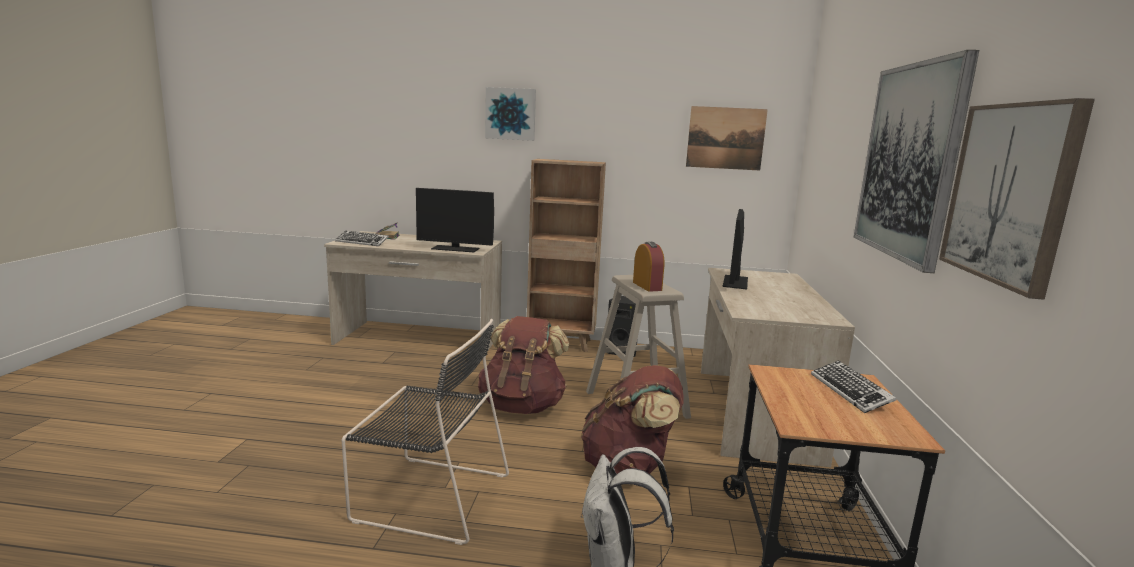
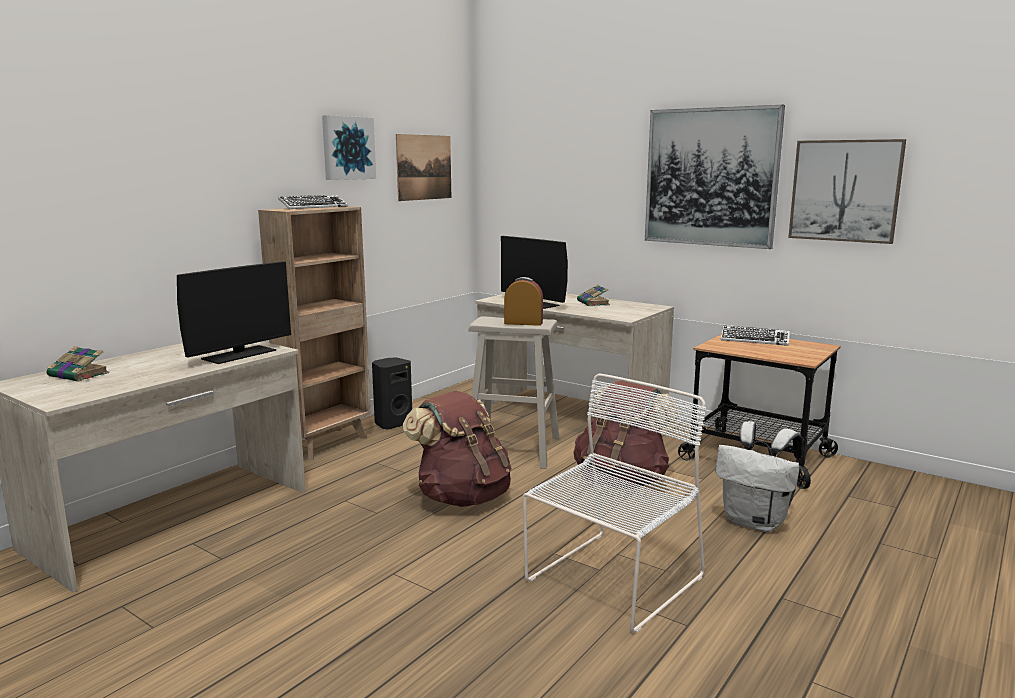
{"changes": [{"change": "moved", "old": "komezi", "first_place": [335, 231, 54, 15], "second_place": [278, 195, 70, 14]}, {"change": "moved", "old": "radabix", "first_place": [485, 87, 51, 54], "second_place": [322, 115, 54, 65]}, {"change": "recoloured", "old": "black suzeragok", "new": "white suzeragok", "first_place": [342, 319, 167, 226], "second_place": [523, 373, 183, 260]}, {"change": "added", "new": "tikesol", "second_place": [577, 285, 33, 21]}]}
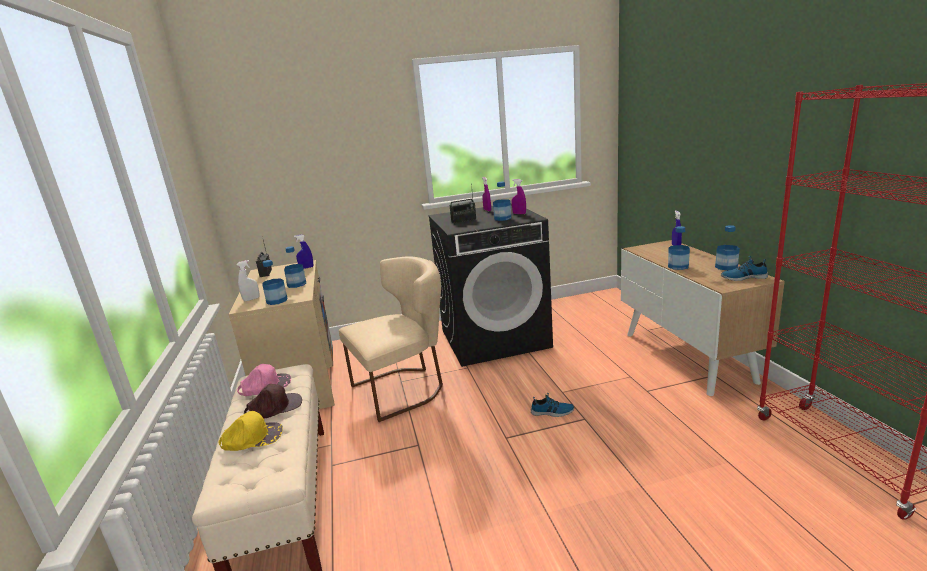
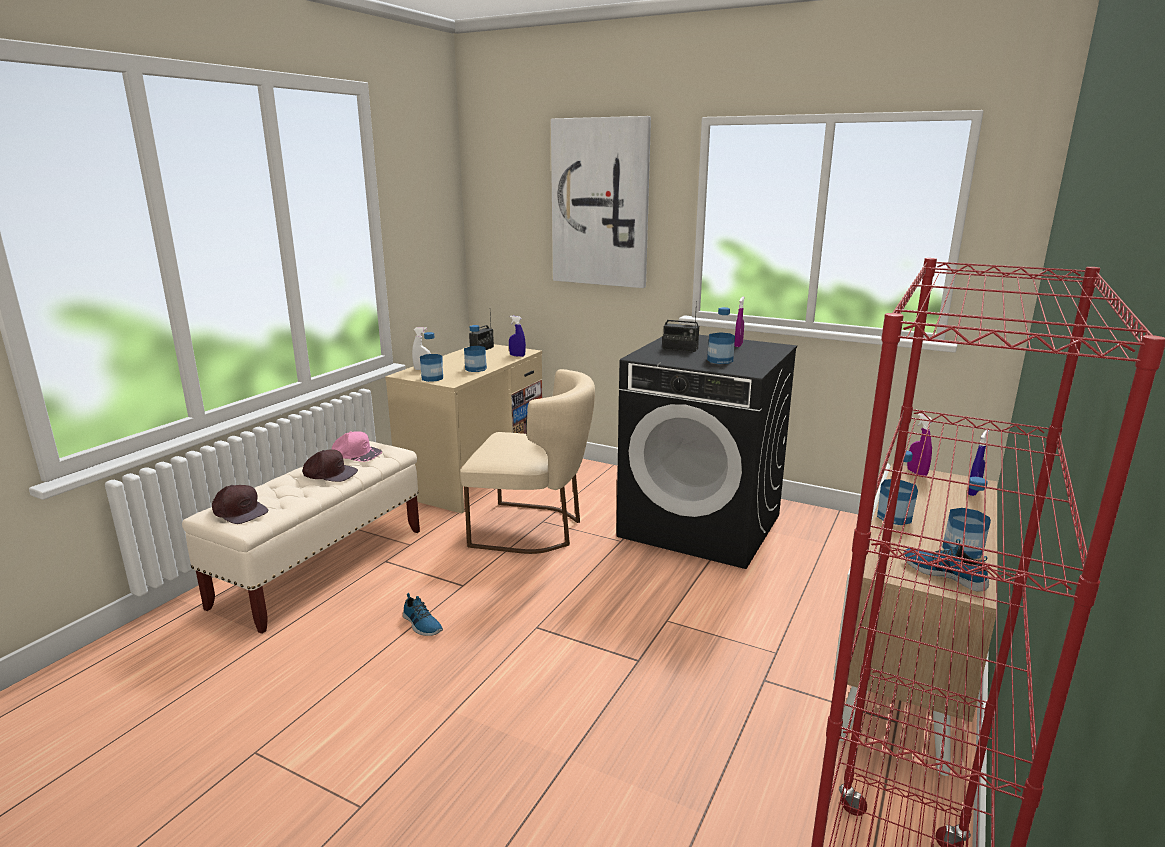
{"changes": [{"change": "added", "new": "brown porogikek", "second_place": [212, 485, 56, 39]}, {"change": "moved", "old": "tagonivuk", "first_place": [531, 393, 43, 24], "second_place": [403, 593, 40, 43]}, {"change": "added", "new": "radabix", "second_place": [551, 116, 100, 172]}, {"change": "moved", "old": "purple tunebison", "first_place": [511, 179, 15, 35], "second_place": [907, 413, 25, 63]}, {"change": "removed", "old": "yellow porogikek", "first_place": [218, 411, 65, 40]}]}
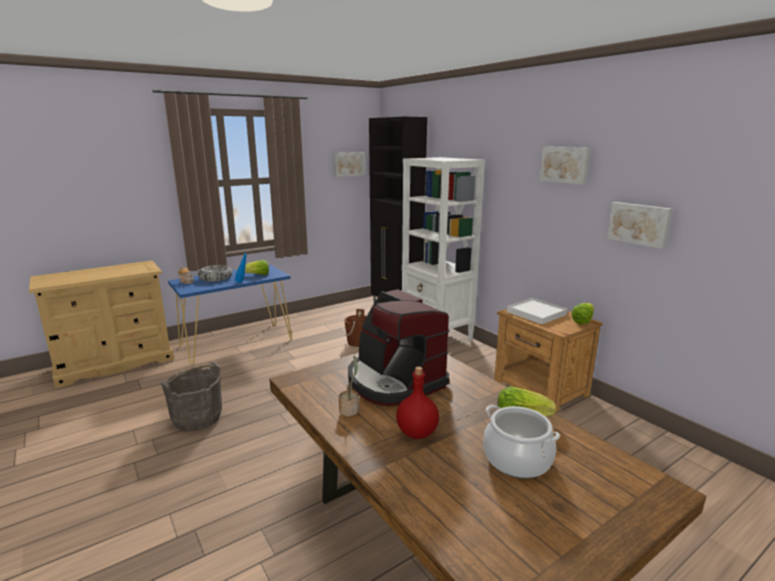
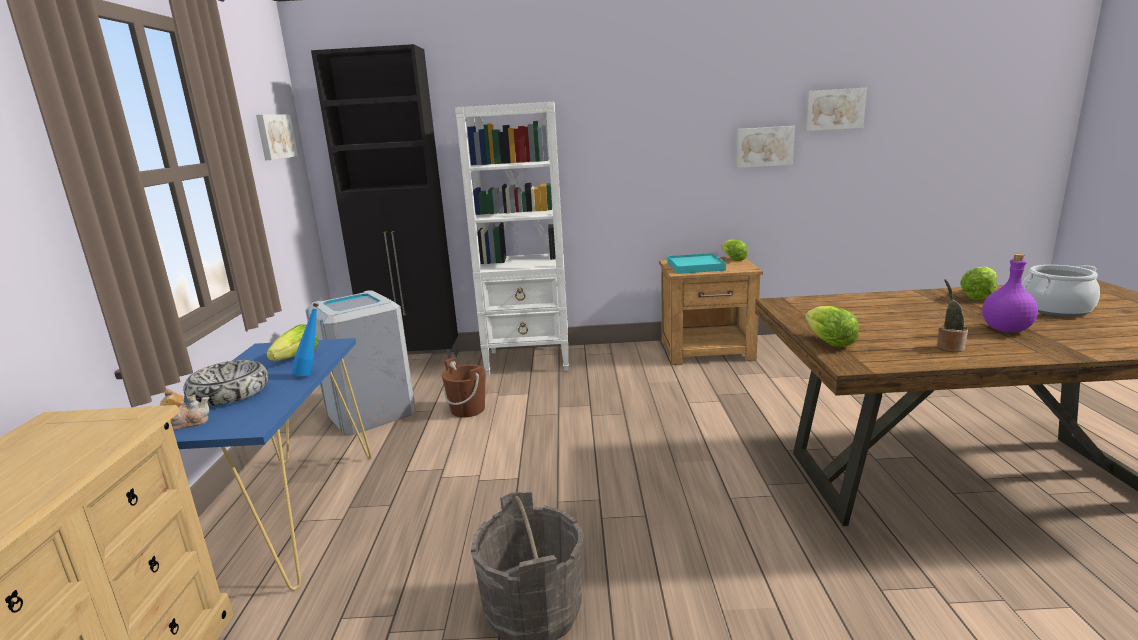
{"changes": [{"change": "added", "new": "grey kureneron", "second_place": [305, 290, 111, 145]}, {"change": "recoloured", "old": "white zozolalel", "new": "turquoise zozolalel", "first_place": [507, 298, 61, 26], "second_place": [667, 253, 59, 21]}, {"change": "moved", "old": "radabix", "first_place": [539, 147, 51, 38], "second_place": [805, 88, 62, 43]}, {"change": "added", "new": "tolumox", "second_place": [805, 306, 54, 41]}, {"change": "recoloured", "old": "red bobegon", "new": "purple bobegon", "first_place": [396, 367, 43, 72], "second_place": [982, 254, 56, 79]}, {"change": "removed", "old": "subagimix", "first_place": [348, 289, 101, 117]}]}
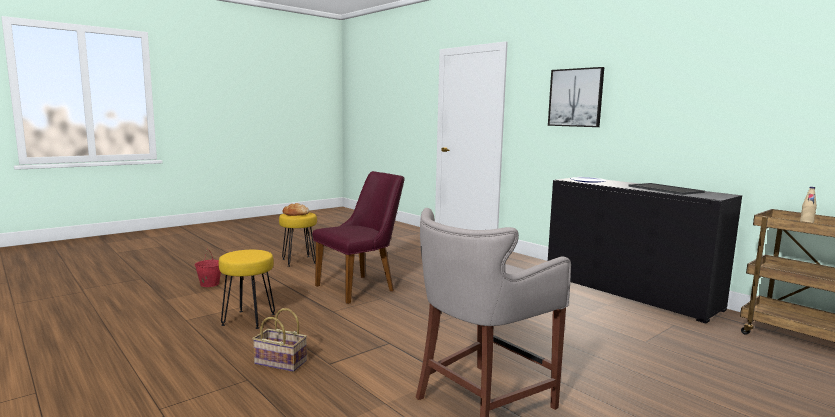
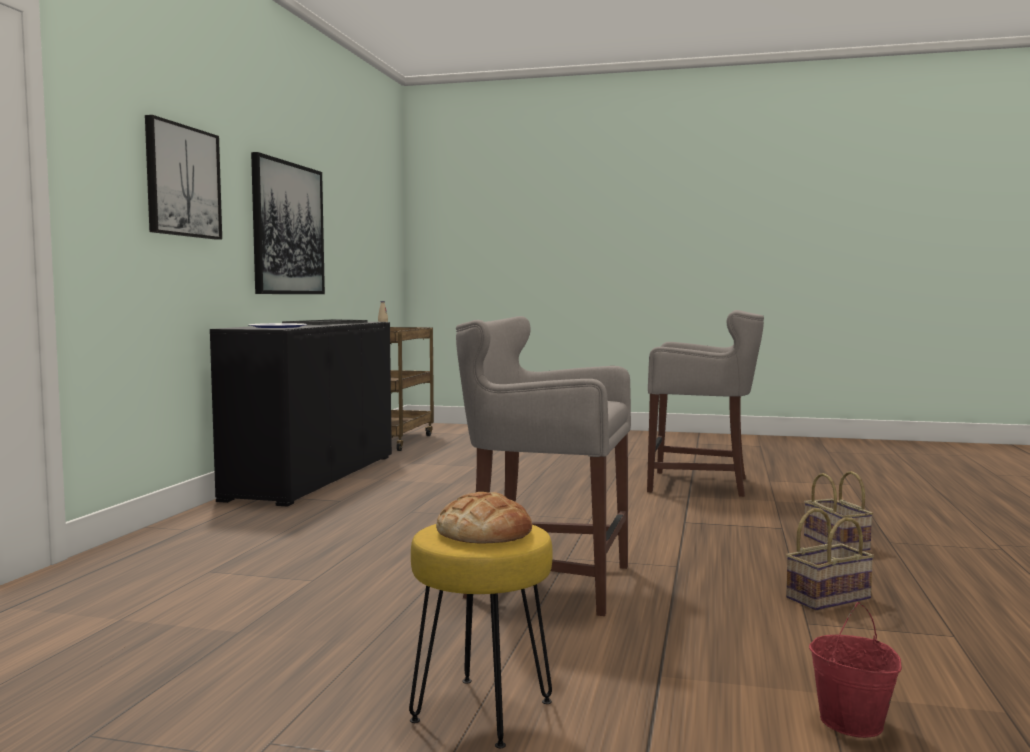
{"changes": [{"change": "added", "new": "radabix", "second_place": [251, 152, 74, 142]}, {"change": "replaced", "old": "purple suzeragok", "new": "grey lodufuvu", "first_place": [312, 171, 93, 133], "second_place": [456, 316, 175, 300]}, {"change": "replaced", "old": "yellow lodufuvu", "new": "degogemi", "first_place": [219, 250, 56, 79], "second_place": [786, 508, 88, 103]}]}
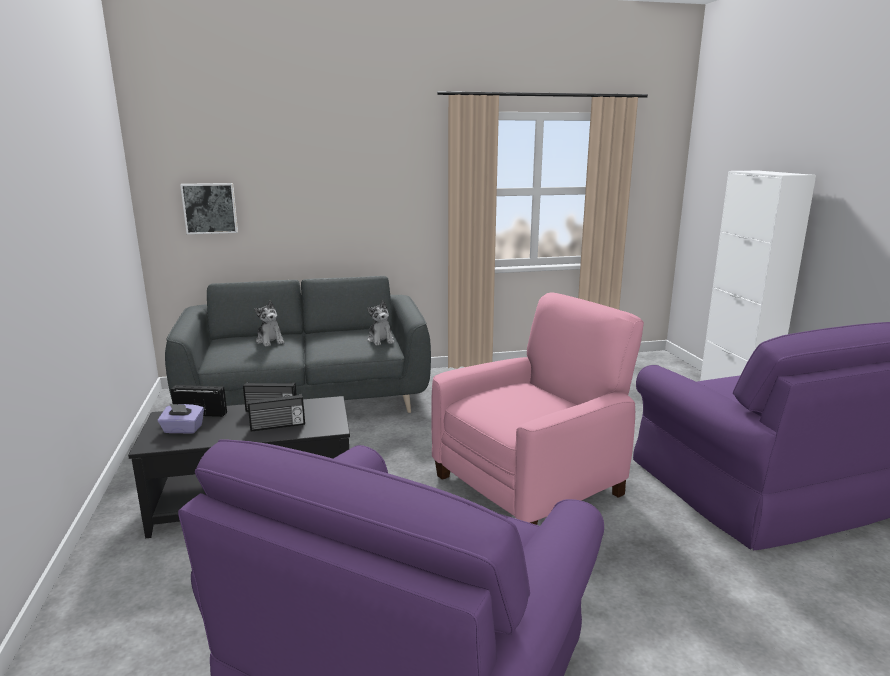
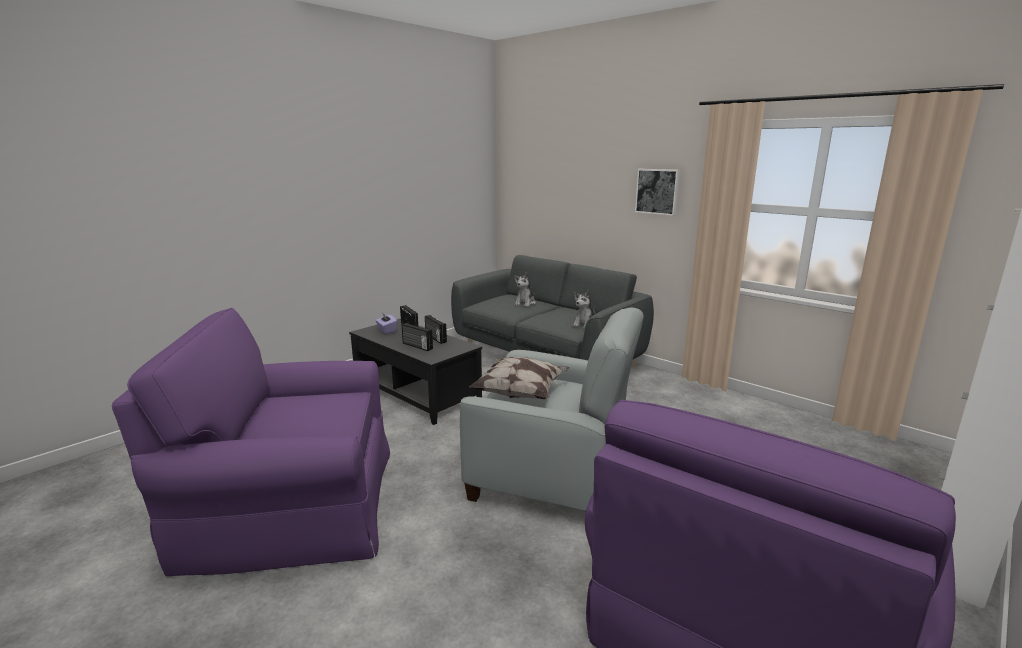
{"changes": [{"change": "recoloured", "old": "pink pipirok", "new": "grey pipirok", "first_place": [432, 293, 212, 232], "second_place": [460, 307, 184, 204]}, {"change": "added", "new": "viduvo", "second_place": [470, 357, 99, 42]}, {"change": "moved", "old": "radabix", "first_place": [180, 183, 58, 51], "second_place": [635, 169, 45, 47]}]}
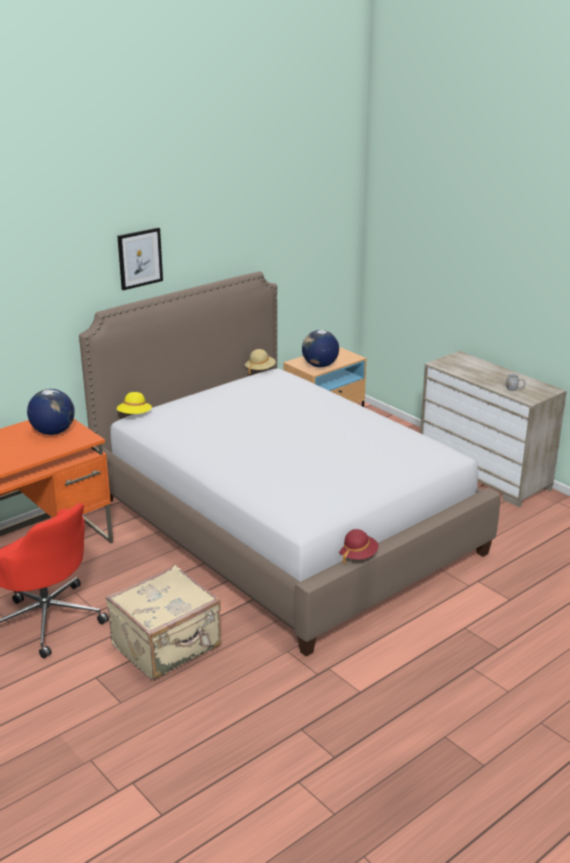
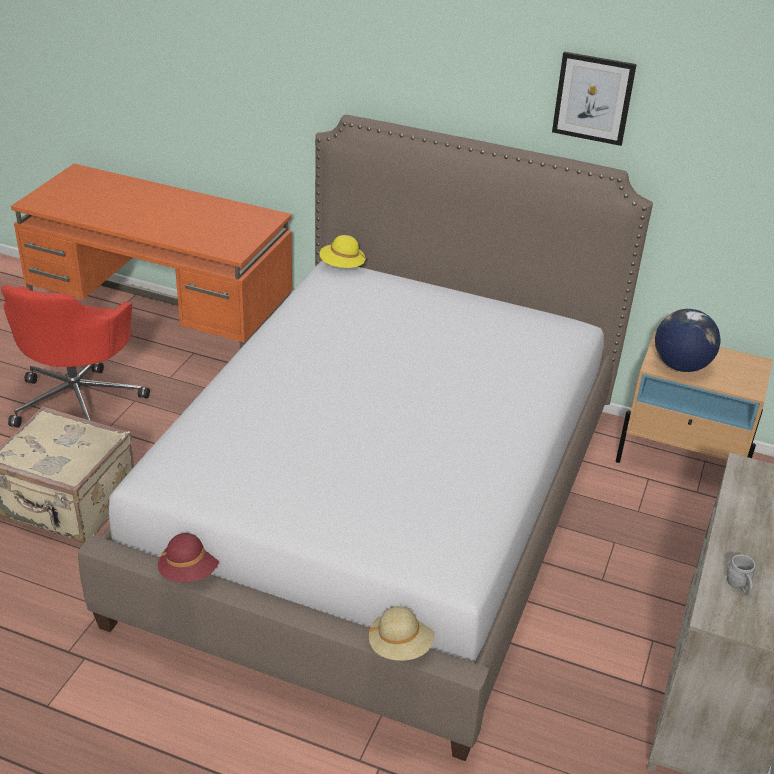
{"changes": [{"change": "moved", "old": "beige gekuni", "first_place": [245, 349, 31, 26], "second_place": [368, 606, 66, 55]}, {"change": "moved", "old": "radabix", "first_place": [117, 227, 46, 63], "second_place": [552, 52, 85, 94]}, {"change": "removed", "old": "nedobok", "first_place": [27, 389, 48, 46]}]}
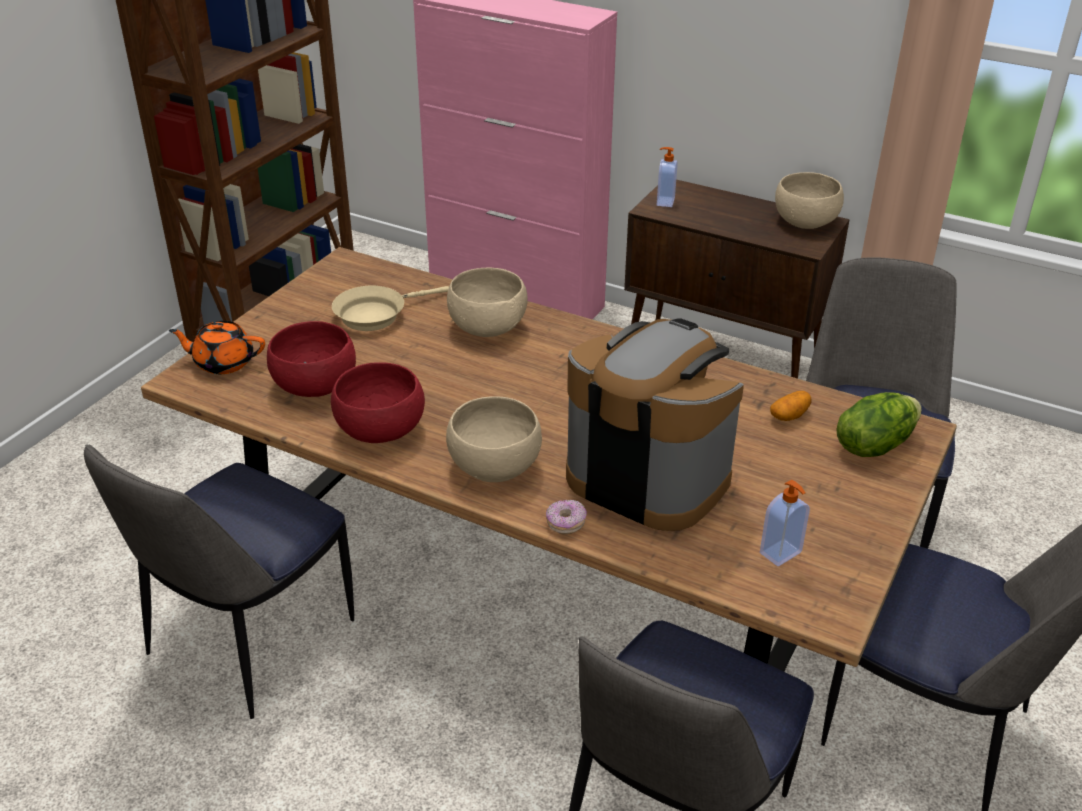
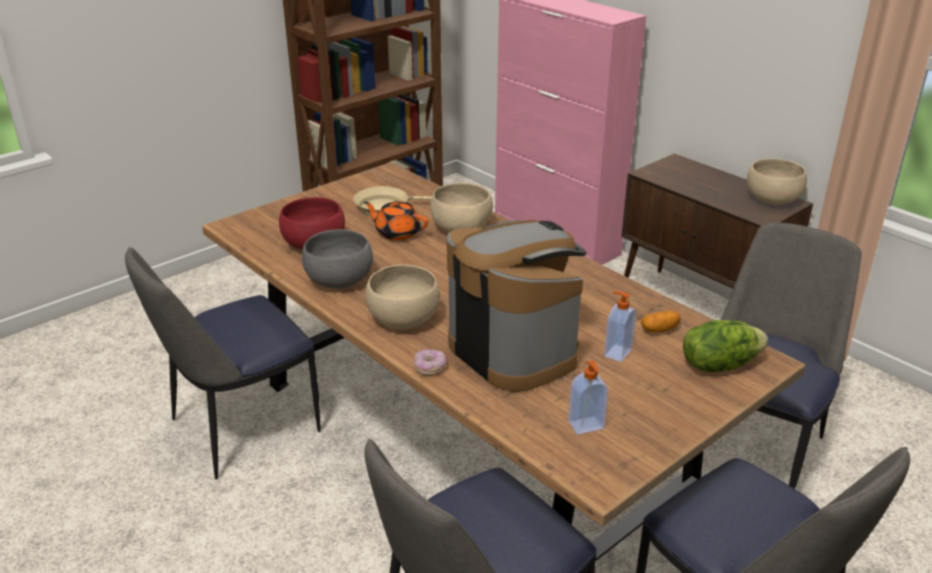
{"changes": [{"change": "recoloured", "old": "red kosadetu", "new": "grey kosadetu", "first_place": [331, 362, 94, 81], "second_place": [302, 229, 71, 59]}, {"change": "moved", "old": "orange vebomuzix", "first_place": [169, 321, 96, 53], "second_place": [364, 201, 64, 39]}, {"change": "moved", "old": "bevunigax", "first_place": [657, 147, 21, 60], "second_place": [604, 291, 32, 71]}]}
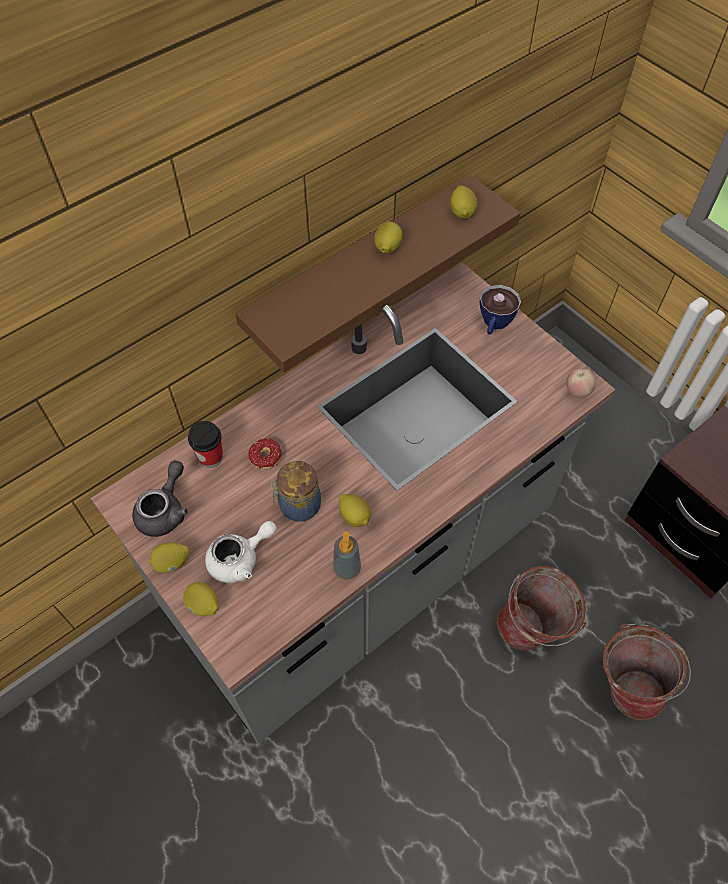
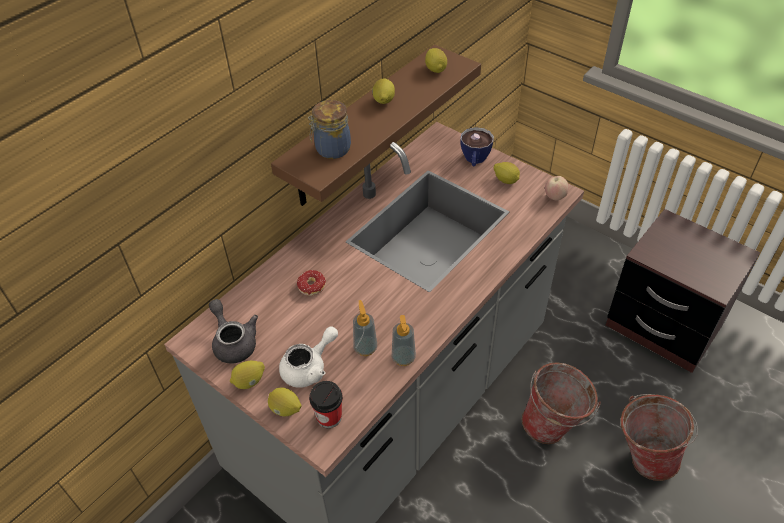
{"changes": [{"change": "turned", "old": "grey vebomuzix", "first_place": [132, 461, 56, 76], "second_place": [209, 299, 49, 65], "degrees": -45}, {"change": "moved", "old": "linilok", "first_place": [271, 461, 50, 61], "second_place": [308, 100, 43, 59]}, {"change": "moved", "old": "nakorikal", "first_place": [188, 421, 35, 47], "second_place": [309, 381, 34, 47]}, {"change": "added", "new": "bevunigax", "second_place": [353, 300, 24, 56]}, {"change": "moved", "old": "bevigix", "first_place": [339, 494, 32, 33], "second_place": [494, 162, 26, 22]}]}
